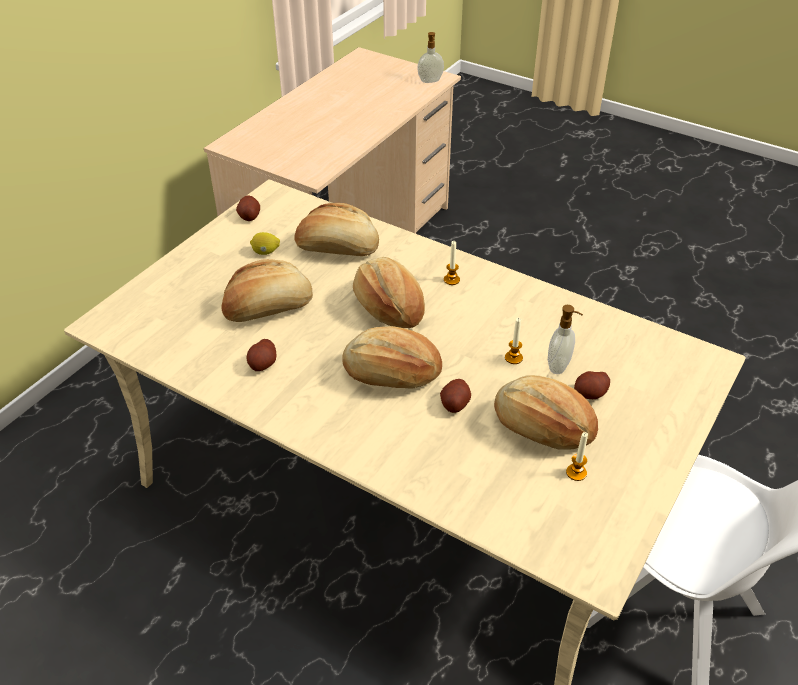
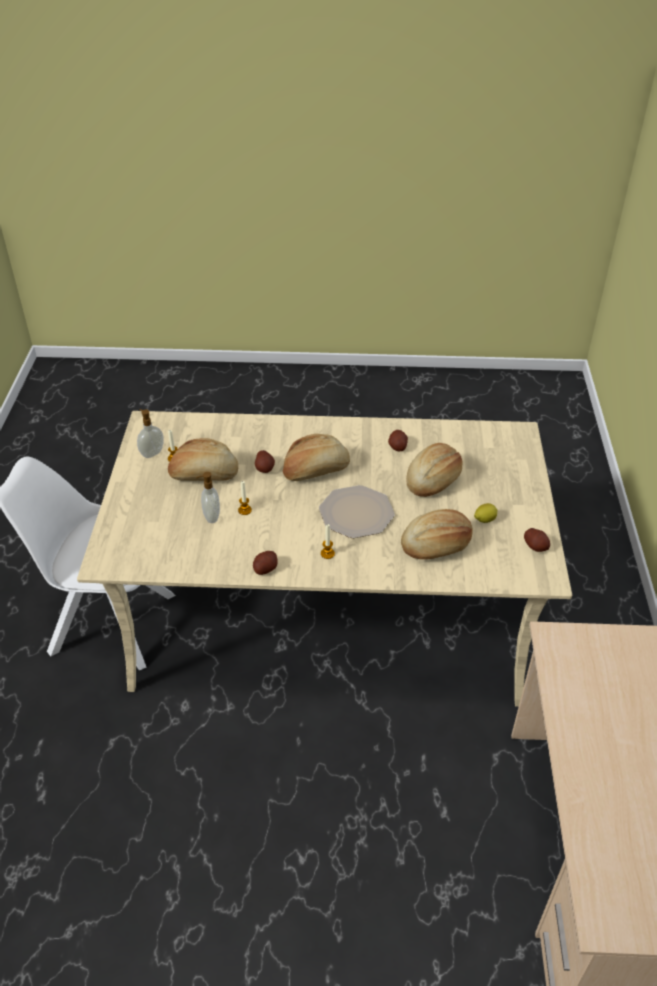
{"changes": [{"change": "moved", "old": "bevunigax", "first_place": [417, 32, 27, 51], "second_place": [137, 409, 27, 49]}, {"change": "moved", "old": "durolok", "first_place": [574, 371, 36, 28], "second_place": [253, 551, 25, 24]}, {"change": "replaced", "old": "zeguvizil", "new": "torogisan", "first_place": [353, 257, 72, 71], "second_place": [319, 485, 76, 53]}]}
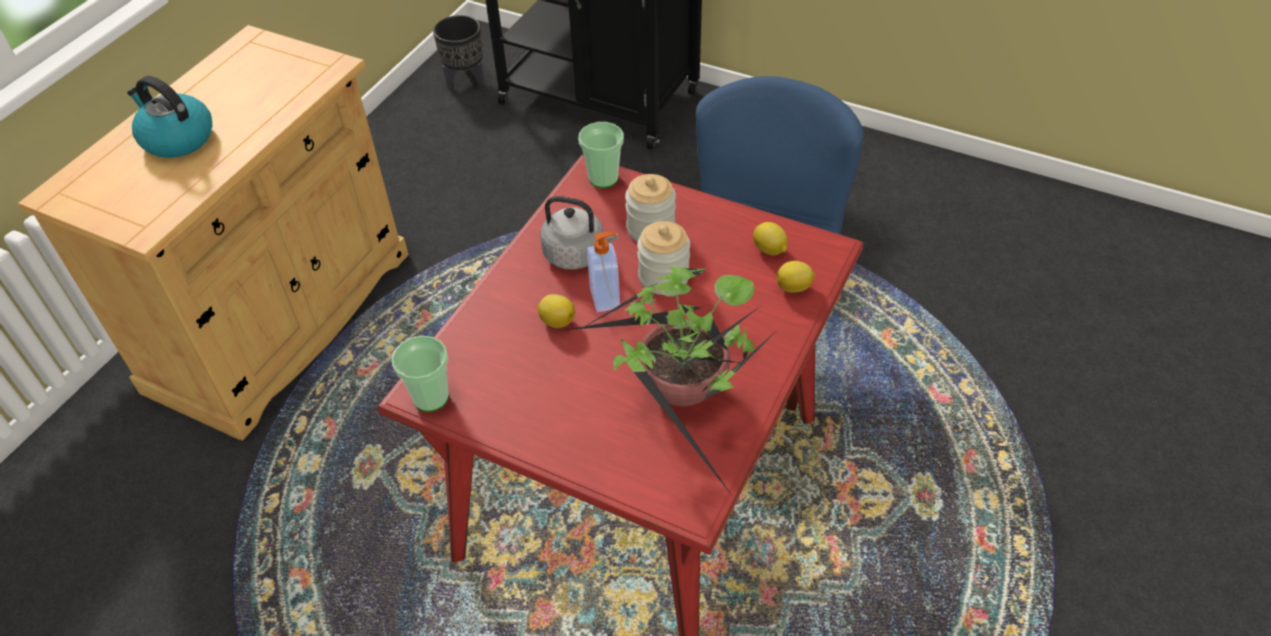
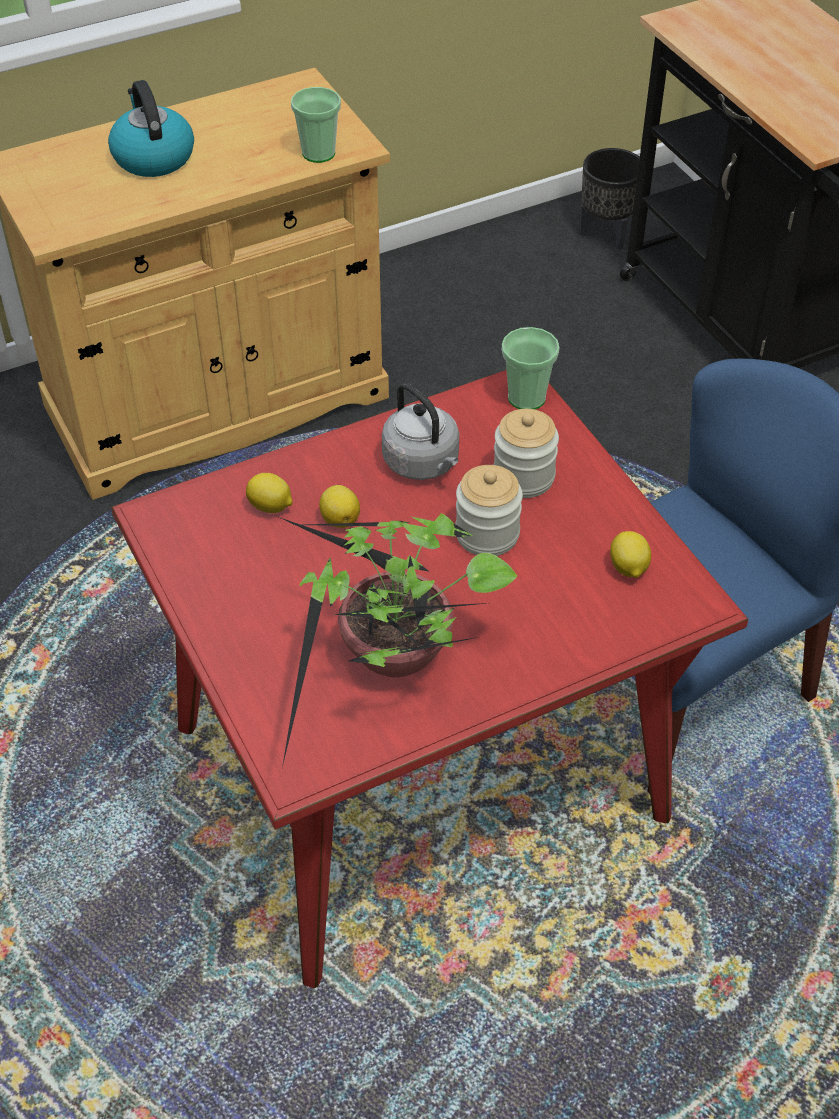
{"changes": [{"change": "moved", "old": "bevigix", "first_place": [777, 261, 38, 32], "second_place": [246, 473, 47, 40]}, {"change": "moved", "old": "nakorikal", "first_place": [392, 336, 57, 76], "second_place": [291, 87, 50, 76]}, {"change": "removed", "old": "bevunigax", "first_place": [587, 232, 33, 80]}]}
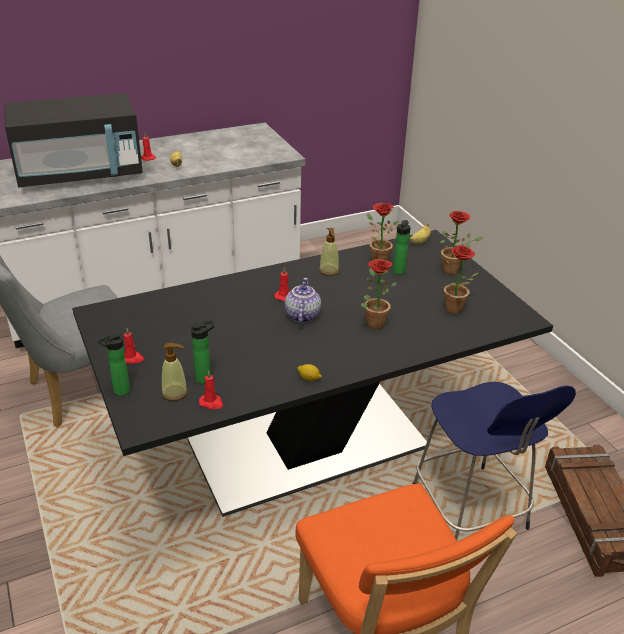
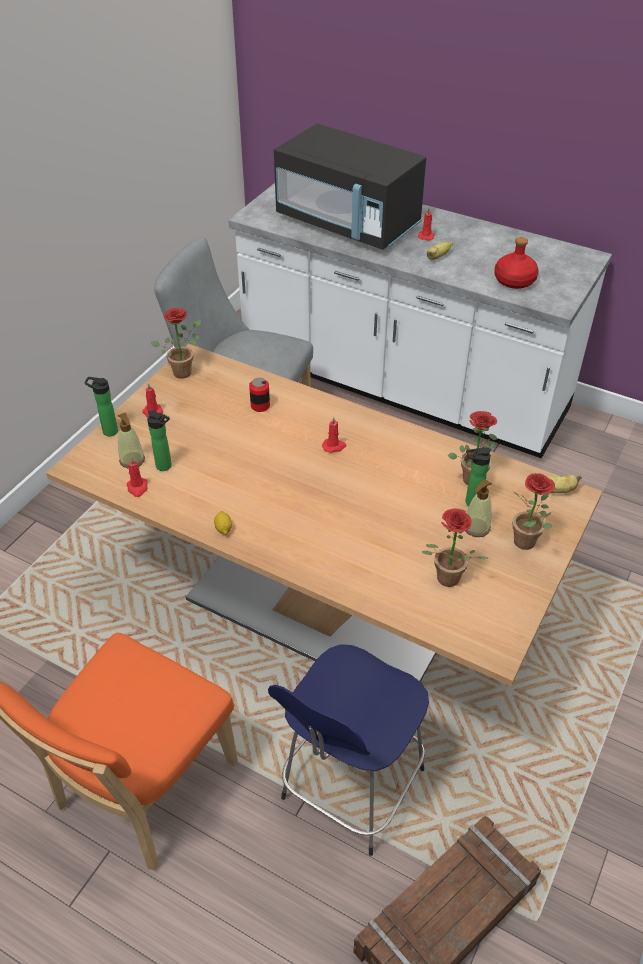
{"changes": [{"change": "recoloured", "old": "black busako", "new": "beige busako", "first_place": [72, 230, 481, 287], "second_place": [46, 344, 557, 342]}, {"change": "moved", "old": "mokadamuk", "first_place": [361, 259, 36, 70], "second_place": [150, 308, 51, 71]}, {"change": "added", "new": "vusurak", "second_place": [249, 378, 21, 34]}, {"change": "moved", "old": "bevunigax", "first_place": [319, 228, 20, 48], "second_place": [465, 479, 27, 58]}, {"change": "added", "new": "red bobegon", "second_place": [494, 237, 45, 52]}, {"change": "removed", "old": "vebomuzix", "first_place": [285, 278, 36, 46]}]}
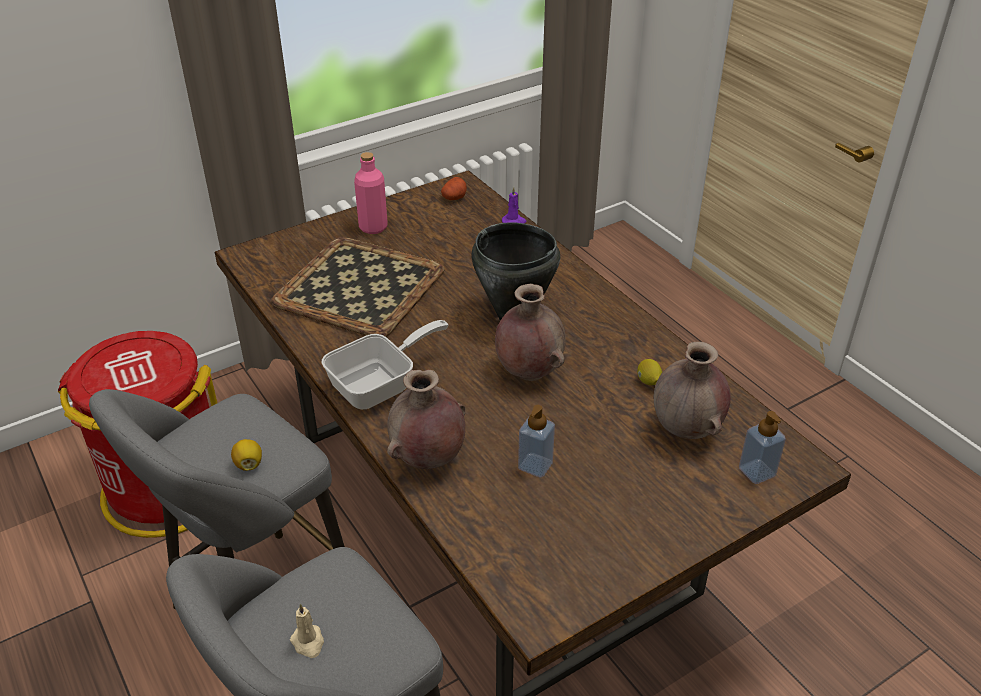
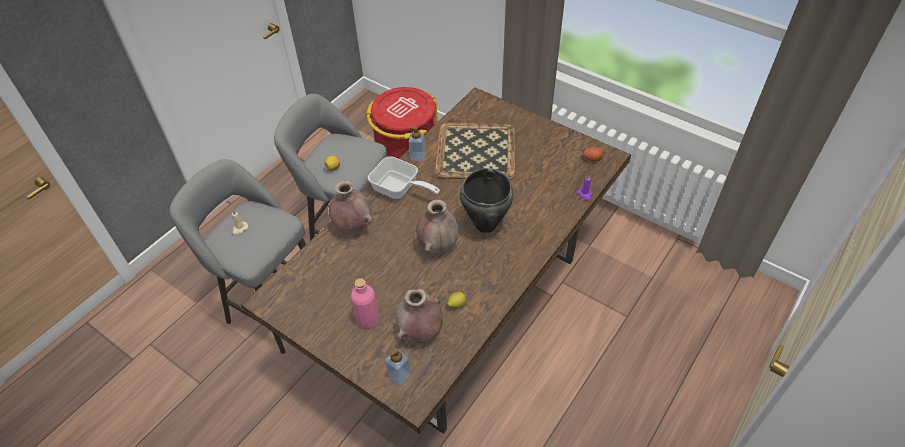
{"changes": [{"change": "moved", "old": "pink bobegon", "first_place": [354, 152, 34, 82], "second_place": [351, 278, 28, 50]}, {"change": "moved", "old": "bevunigax", "first_place": [518, 405, 37, 72], "second_place": [409, 126, 16, 35]}]}
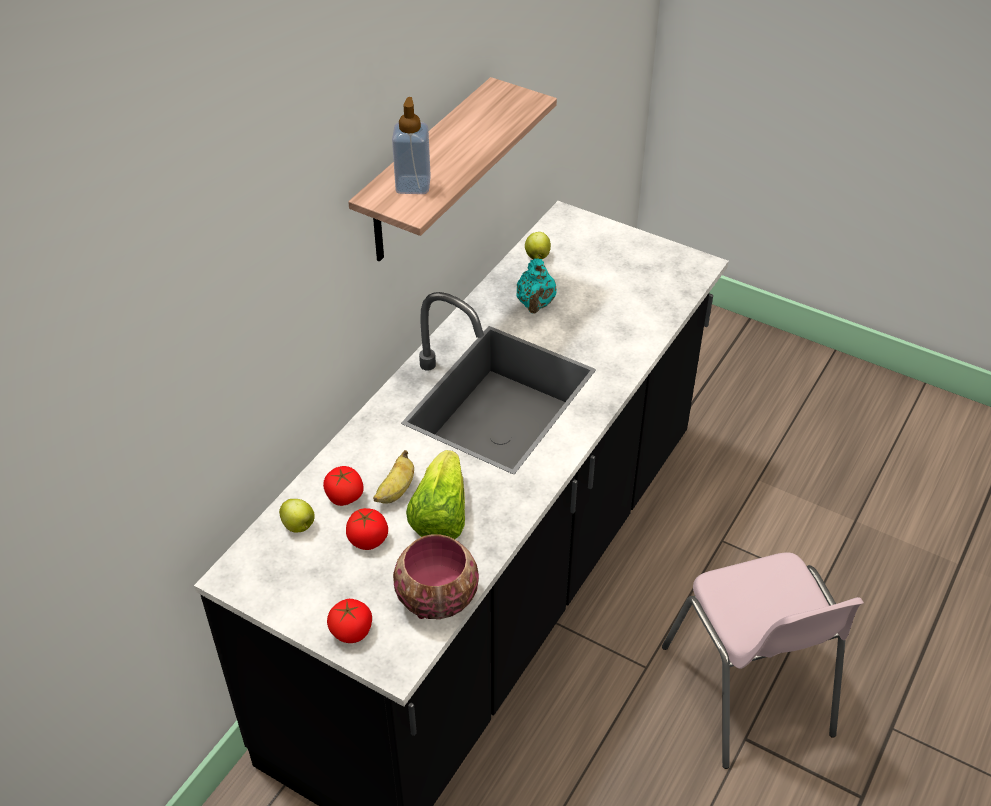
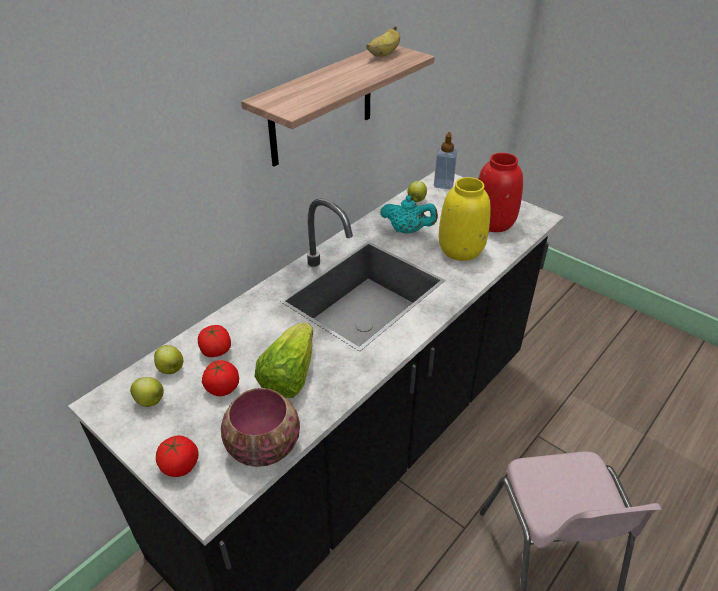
{"changes": [{"change": "added", "new": "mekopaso", "second_place": [130, 377, 34, 30]}, {"change": "moved", "old": "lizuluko", "first_place": [373, 450, 41, 54], "second_place": [366, 26, 34, 31]}, {"change": "turned", "old": "turquoise vebomuzix", "first_place": [516, 258, 41, 56], "second_place": [381, 195, 57, 39], "degrees": -90}, {"change": "moved", "old": "bevunigax", "first_place": [392, 97, 39, 97], "second_place": [434, 132, 23, 57]}, {"change": "added", "new": "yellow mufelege", "second_place": [439, 177, 52, 84]}, {"change": "added", "new": "red mufelege", "second_place": [478, 153, 45, 79]}]}
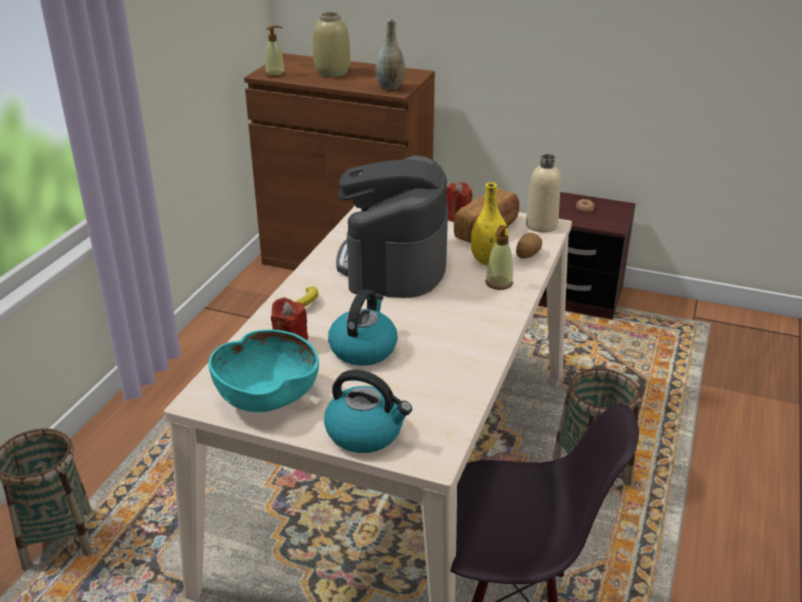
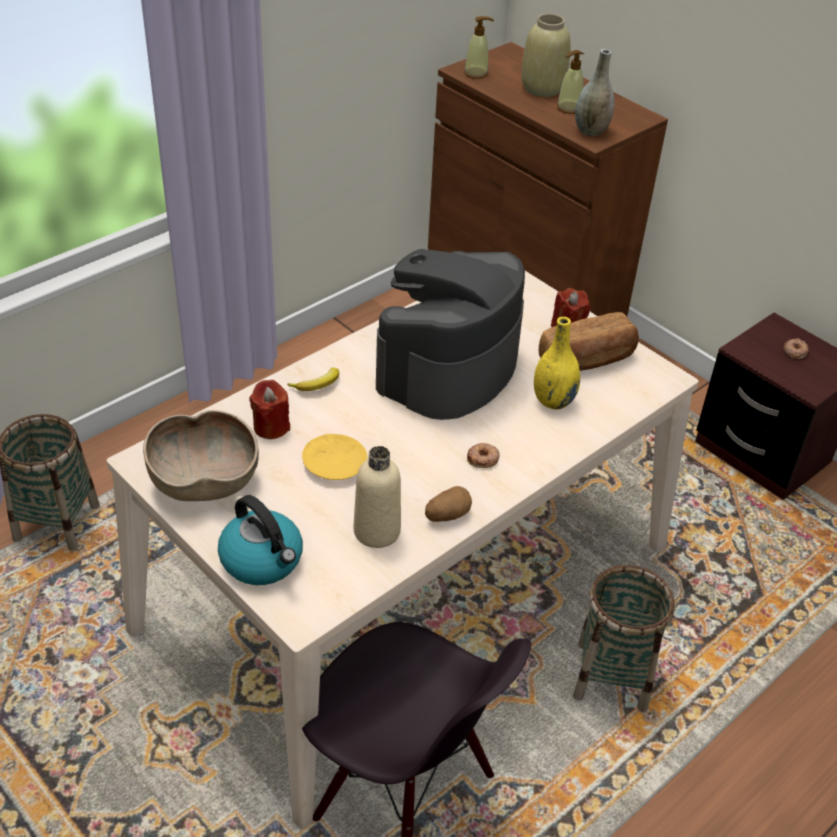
{"changes": [{"change": "recoloured", "old": "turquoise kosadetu", "new": "brown kosadetu", "first_place": [208, 330, 111, 82], "second_place": [143, 410, 116, 91]}, {"change": "replaced", "old": "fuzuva", "new": "yellow torogisan", "first_place": [328, 289, 70, 77], "second_place": [302, 434, 66, 46]}, {"change": "moved", "old": "beige bobegon", "first_place": [526, 154, 35, 78], "second_place": [354, 446, 47, 102]}, {"change": "moved", "old": "durolok", "first_place": [516, 233, 26, 26], "second_place": [425, 486, 47, 36]}, {"change": "added", "new": "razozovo", "second_place": [467, 443, 33, 25]}, {"change": "moved", "old": "bevunigax", "first_place": [485, 225, 28, 65], "second_place": [557, 50, 27, 64]}]}
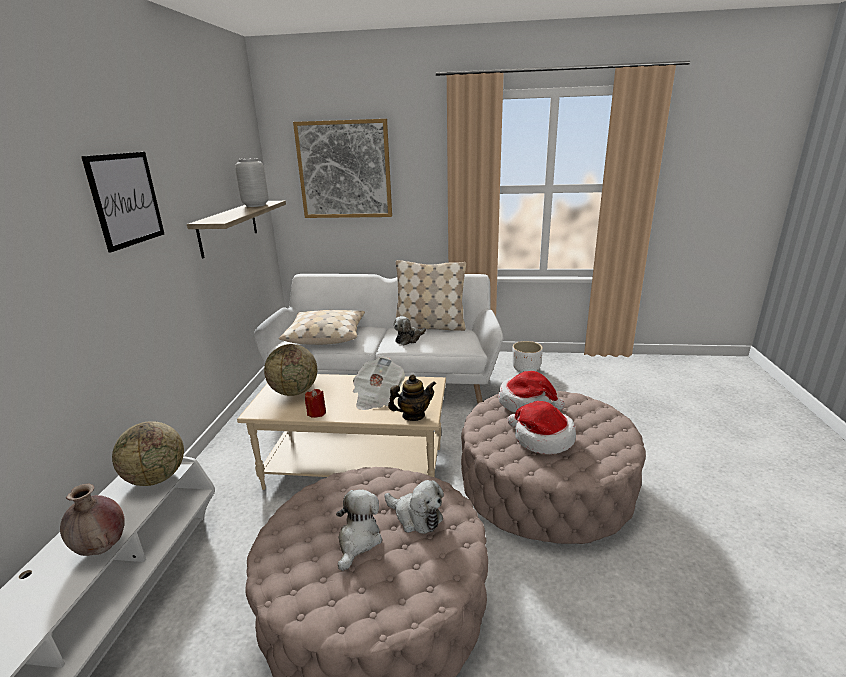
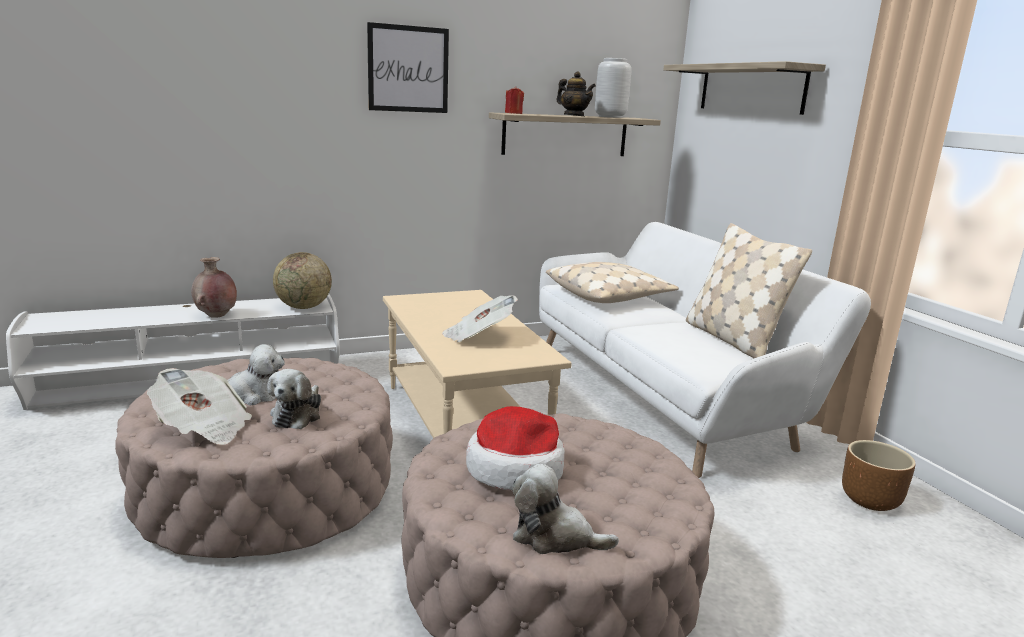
{"changes": [{"change": "added", "new": "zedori", "second_place": [147, 368, 105, 77]}, {"change": "moved", "old": "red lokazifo", "first_place": [305, 389, 21, 29], "second_place": [505, 86, 19, 28]}, {"change": "moved", "old": "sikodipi", "first_place": [394, 316, 32, 29], "second_place": [512, 464, 107, 90]}, {"change": "moved", "old": "vebomuzix", "first_place": [388, 374, 48, 47], "second_place": [556, 71, 40, 45]}, {"change": "replaced", "old": "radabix", "new": "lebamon", "first_place": [293, 119, 99, 99], "second_place": [664, 61, 162, 54]}, {"change": "recoloured", "old": "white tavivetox", "new": "brown tavivetox", "first_place": [512, 341, 31, 32], "second_place": [842, 440, 73, 71]}, {"change": "removed", "old": "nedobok", "first_place": [264, 344, 53, 52]}, {"change": "removed", "old": "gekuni", "first_place": [498, 371, 67, 42]}]}
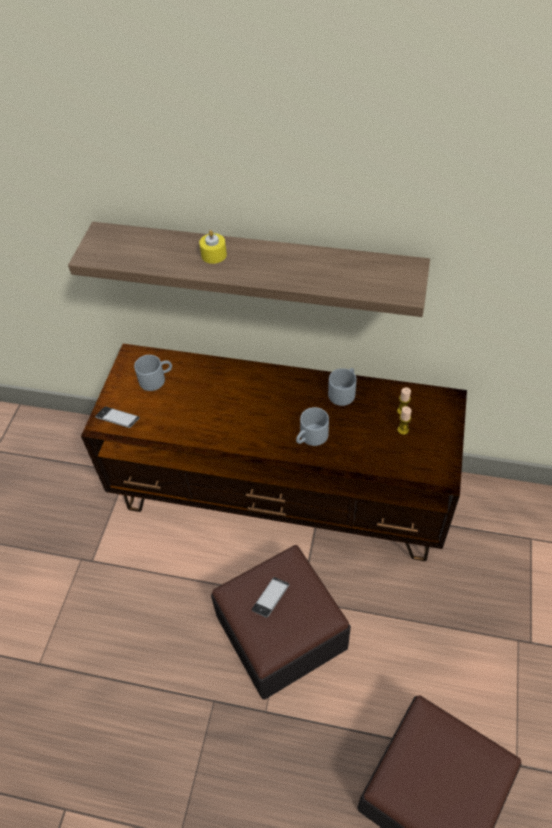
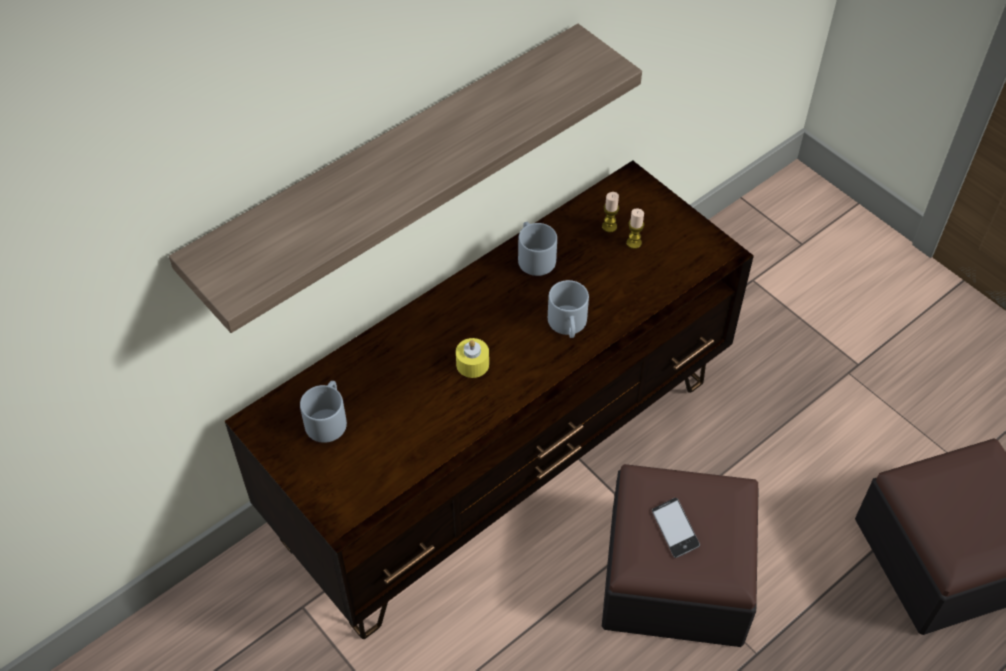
{"changes": [{"change": "moved", "old": "yellow lokazifo", "first_place": [199, 230, 28, 34], "second_place": [456, 338, 33, 40]}, {"change": "removed", "old": "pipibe", "first_place": [95, 407, 45, 21]}]}
